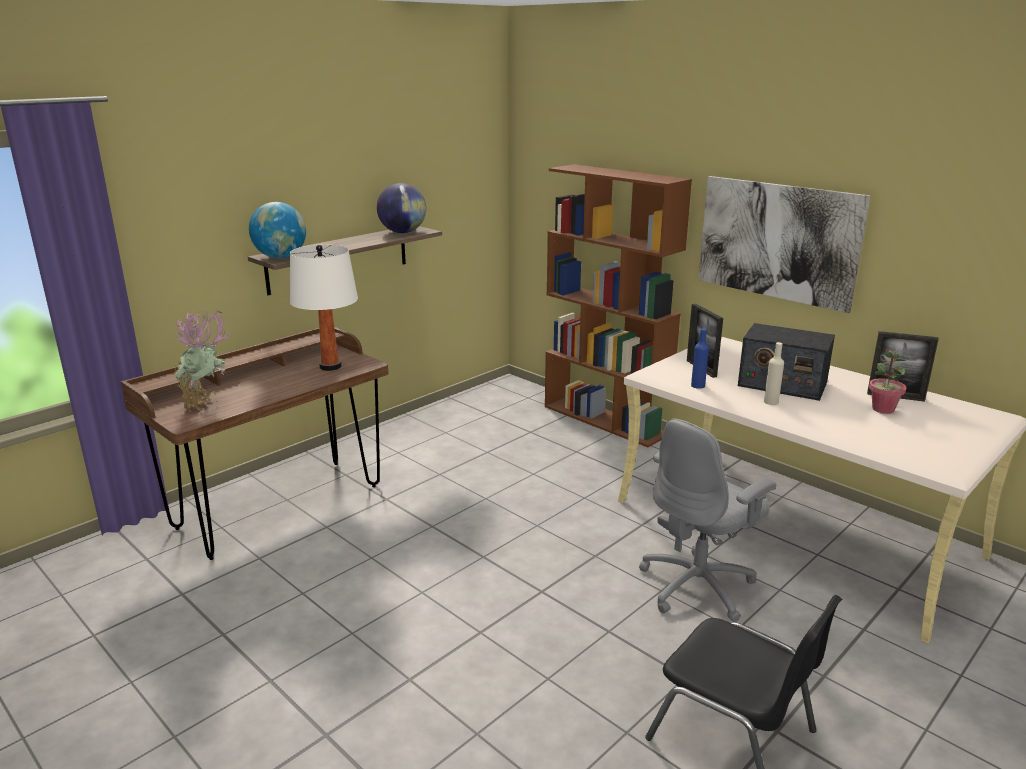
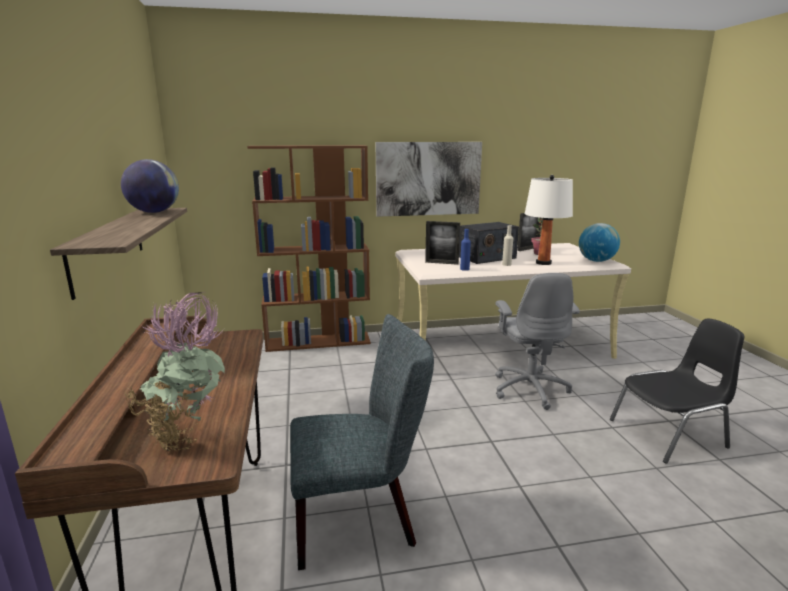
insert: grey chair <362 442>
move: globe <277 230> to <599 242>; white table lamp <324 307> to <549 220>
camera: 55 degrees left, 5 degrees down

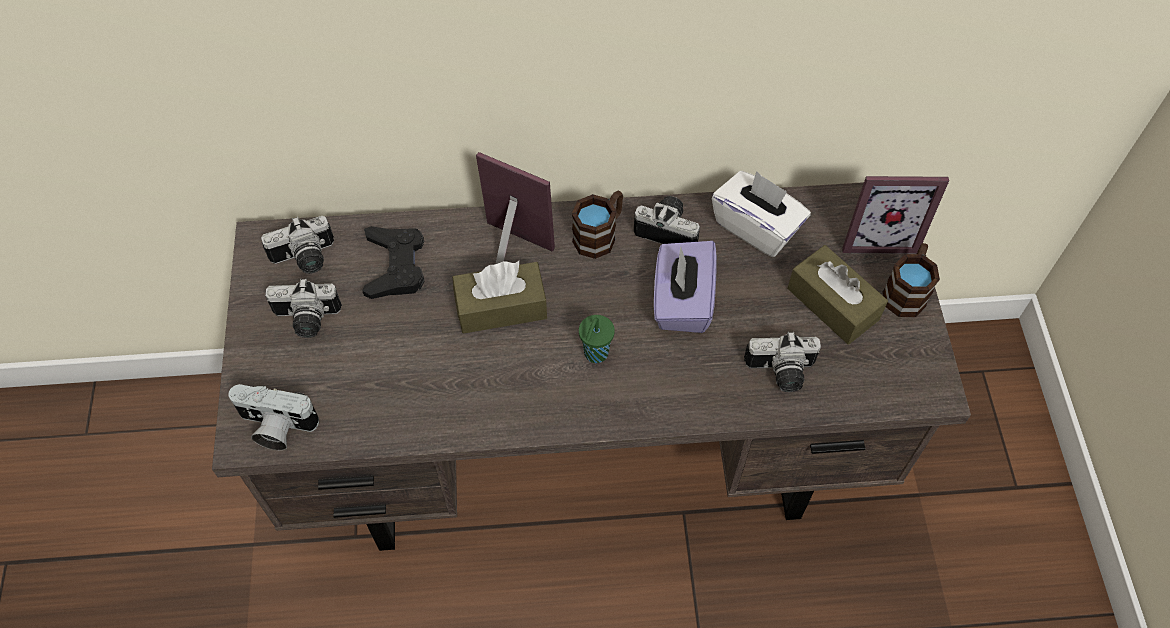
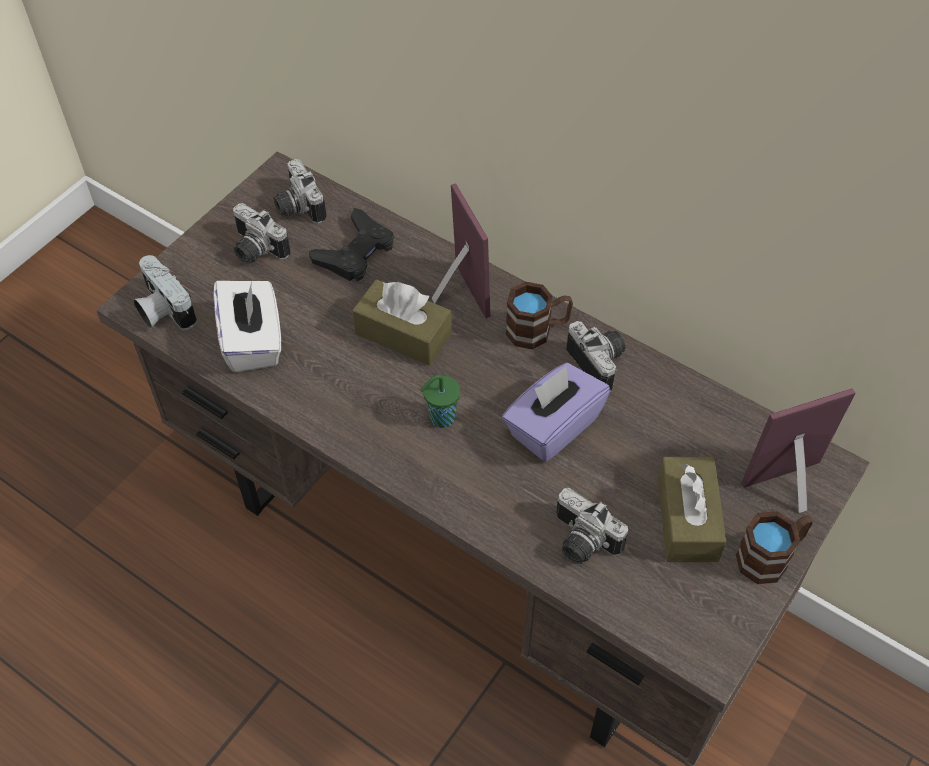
move: white tissue box <761 214> to <247 326>
rotate: photo camera <297 245> = <299 191> 45 degrees clockwise; picture frame <895 215> = <798 450> 120 degrees clockwise
camera: 40 degrees right, 5 degrees down

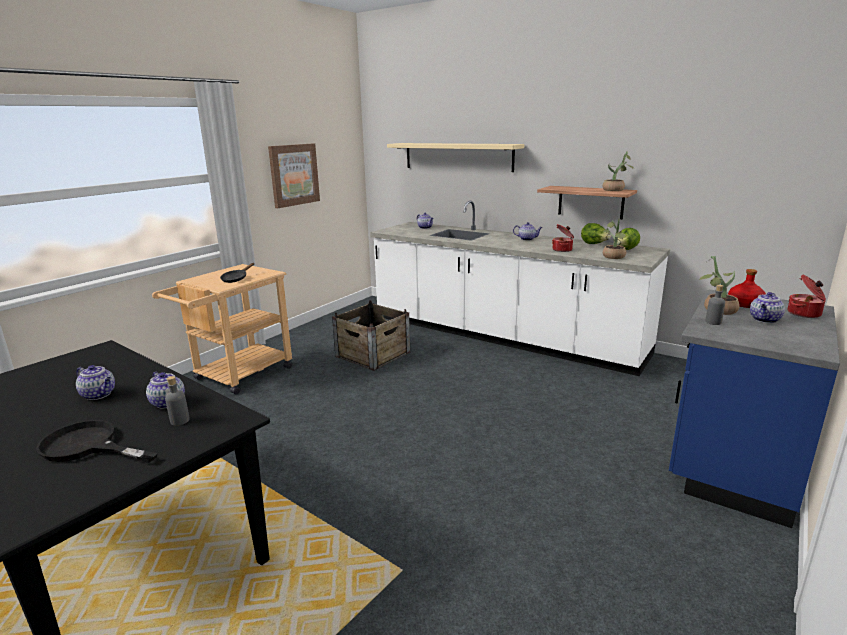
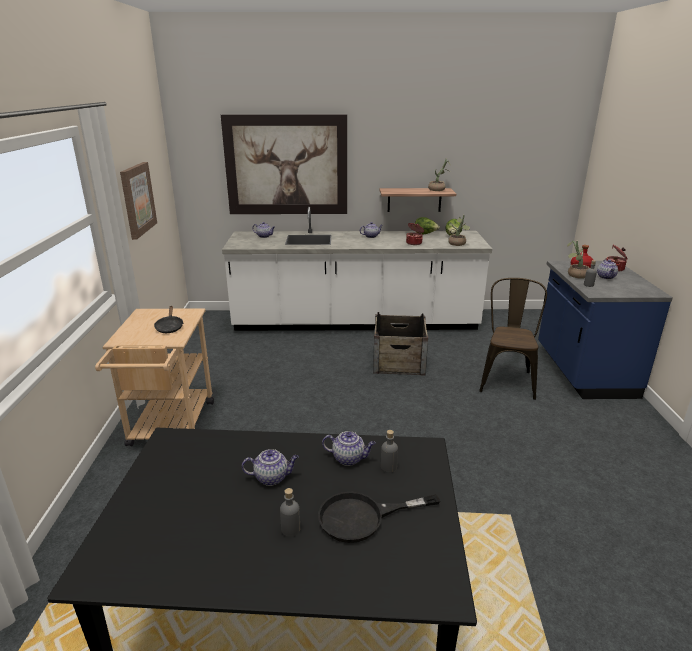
insert: grey bottle <290 512>; brown chair <513 339>
move: crate <371 335> to <400 343>
replace: beige shelf <455 157> to picture <284 164>
camera: 35 degrees left, 5 degrees up

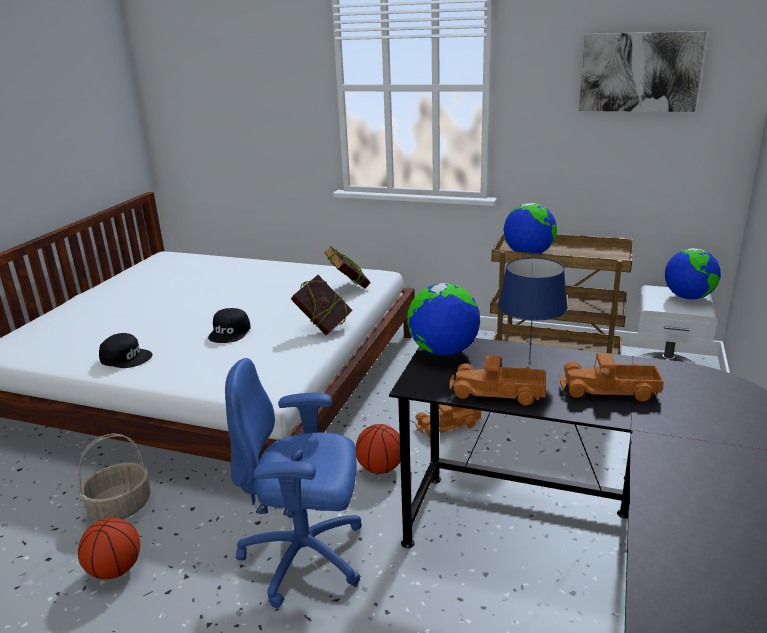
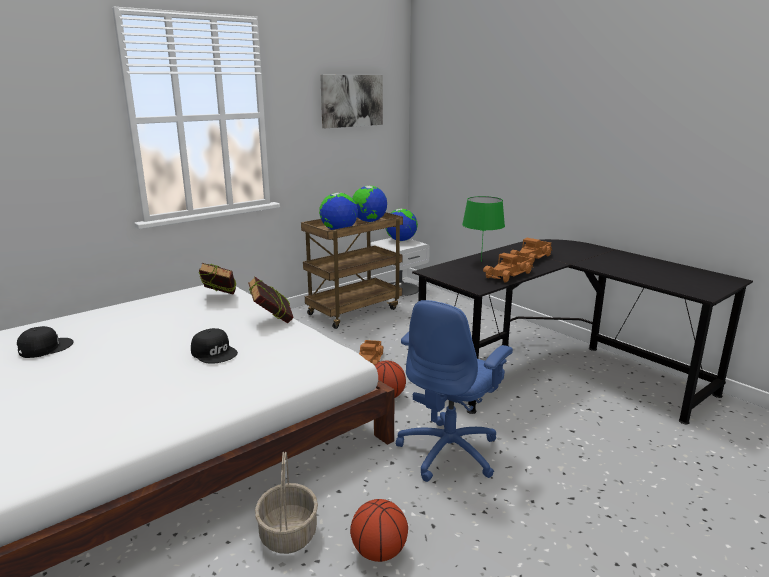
move: black cap <126 350> to <45 342>; globe <443 319> to <369 203>
recolor: blue table lamp <533 308> to green table lamp <483 229>
camera: 60 degrees left, 5 degrees down

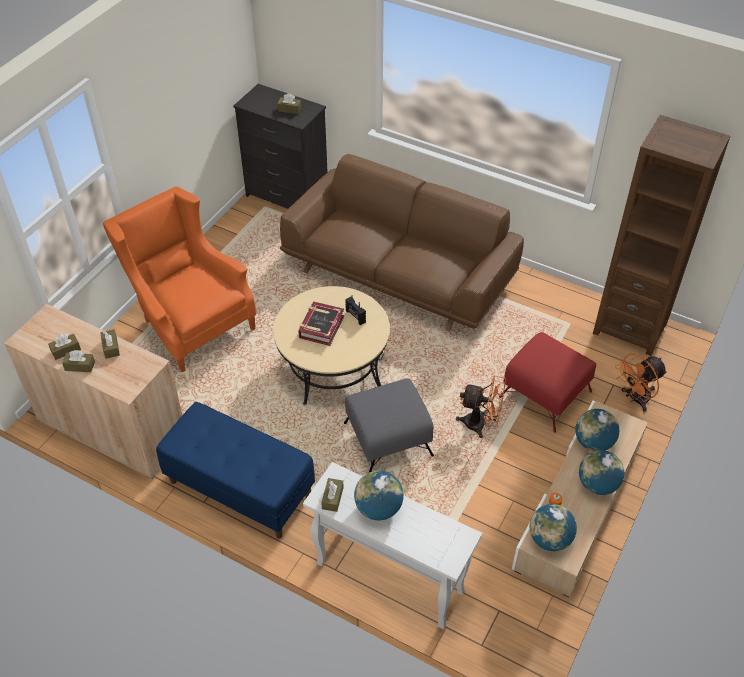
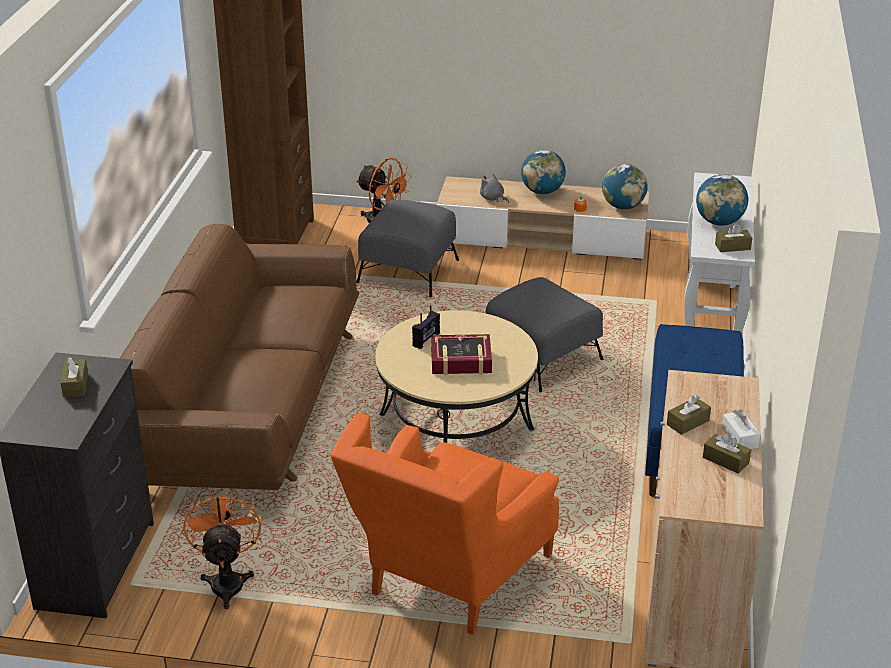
move: orange fan <481 407> to <222 549>
replace: globe <597 430> to grey plush toy <494 188>
recolor: brown tissue box <78 361> to white tissue box <741 429>; red ottoman <547 382> to grey ottoman <408 249>
camera: 110 degrees left, 15 degrees down

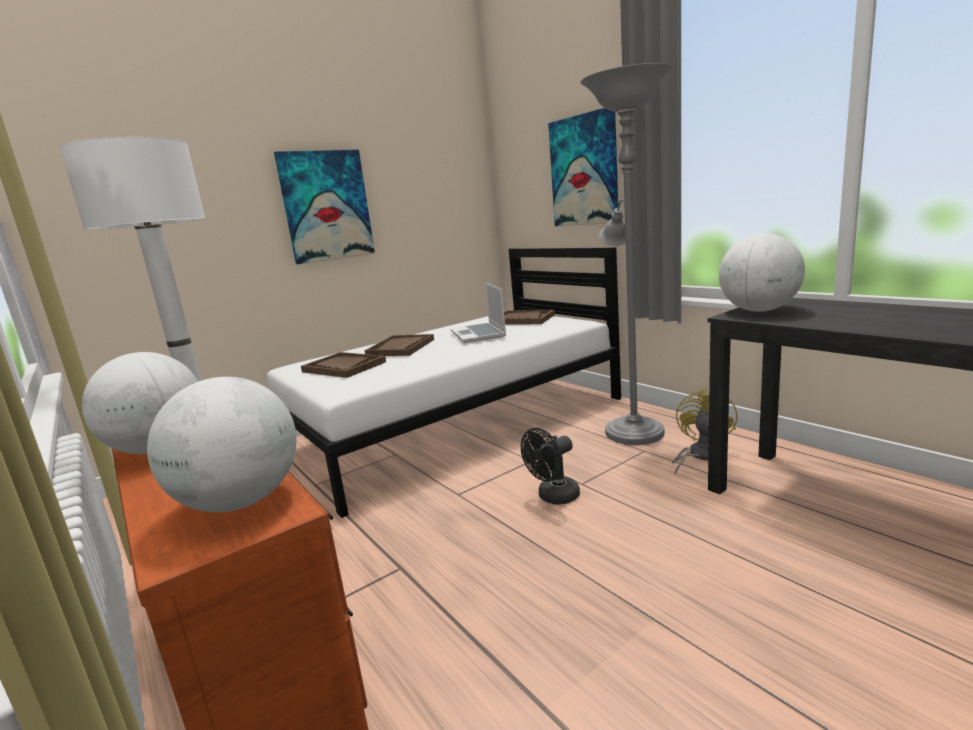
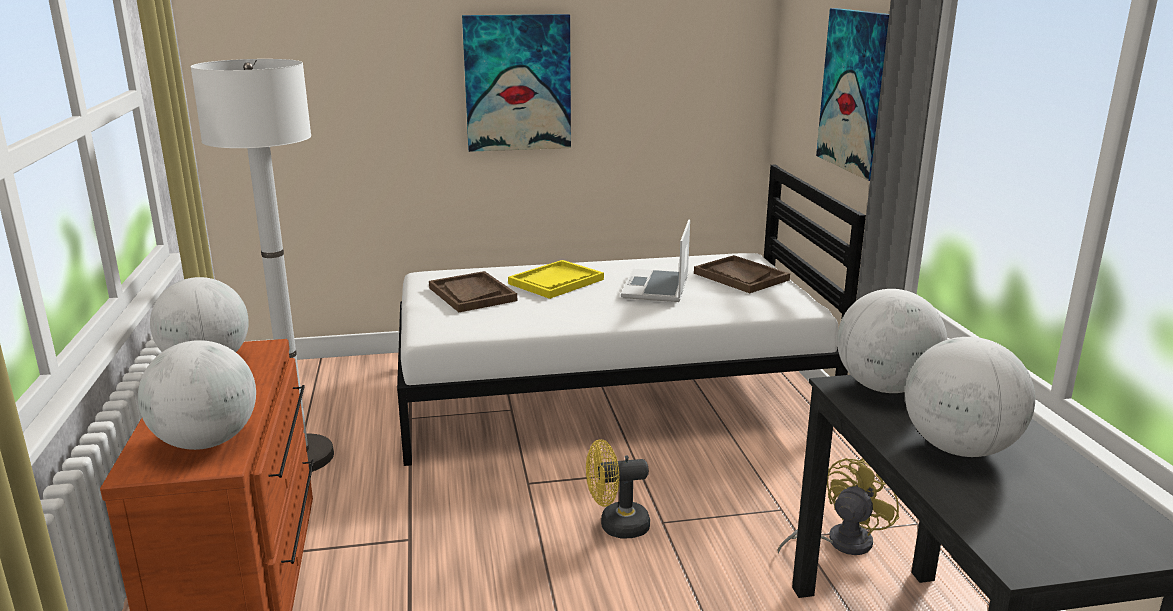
delete: grey floor lamp <626 254>
insert: globe <970 397>
recolor: brown tray <399 345> to yellow tray <556 279>; black fan <550 466> to yellow fan <618 489>
camera: 25 degrees right, 5 degrees up

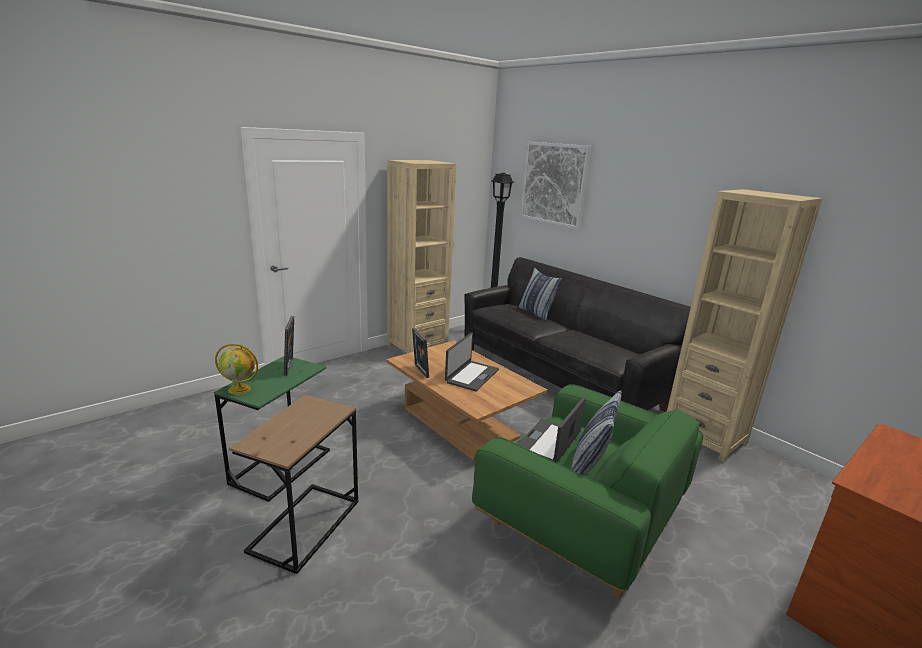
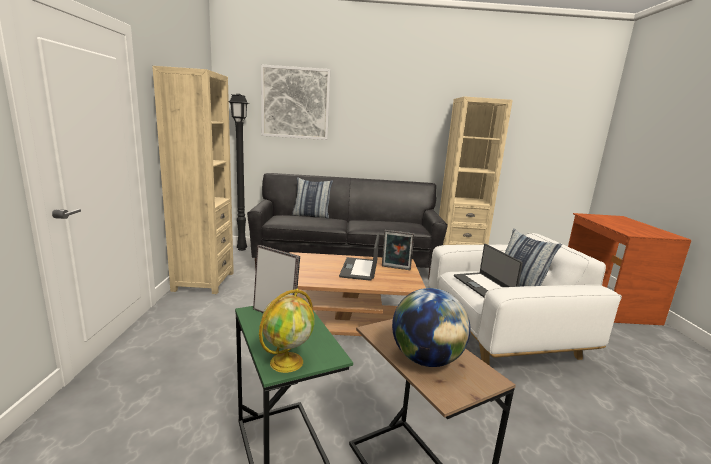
insert: globe <431 327>
move: picture frame <420 353> to <398 250>
recolor: green armchair <587 491> to white armchair <525 299>
rotate: laptop <472 361> = <359 257> 150 degrees counterclockwise
camera: 50 degrees left, 5 degrees down

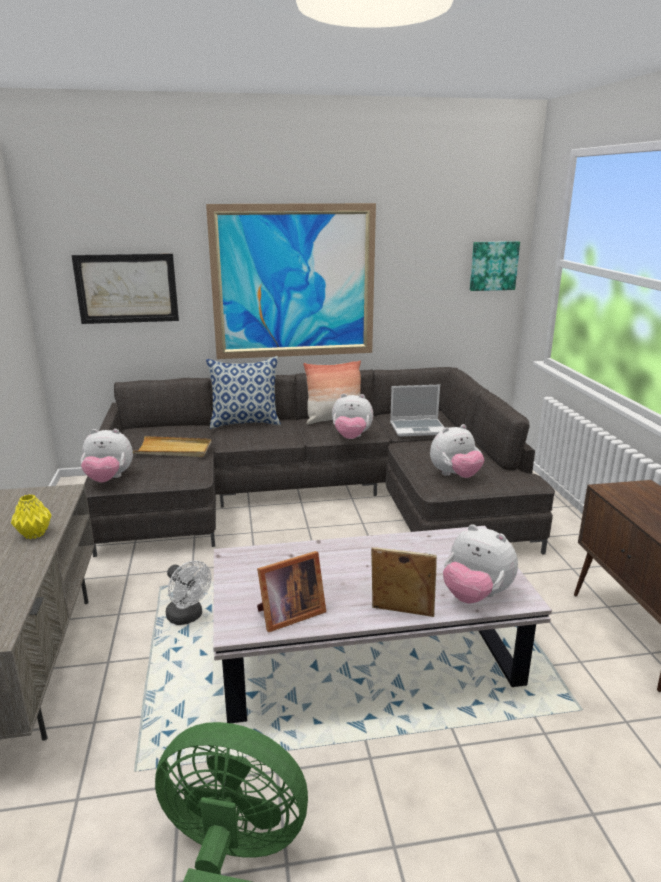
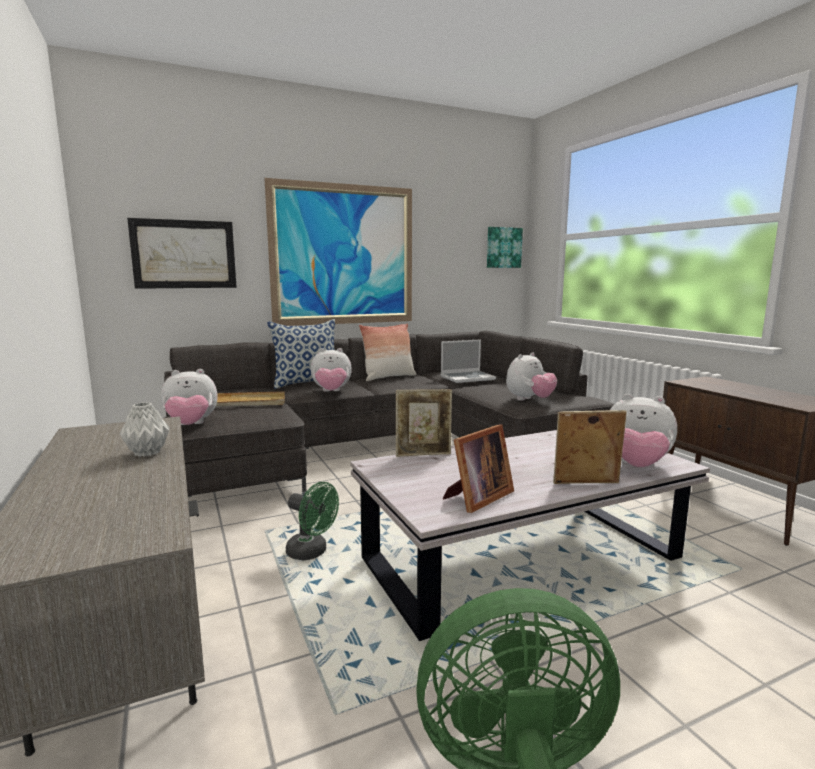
insert: picture frame <424 423>
move: plush toy <352 416> to <331 370>
recolor: yellow vase <31 516> to grey vase <145 429>; white fan <188 592> to green fan <312 521>
camera: 15 degrees left, 10 degrees down

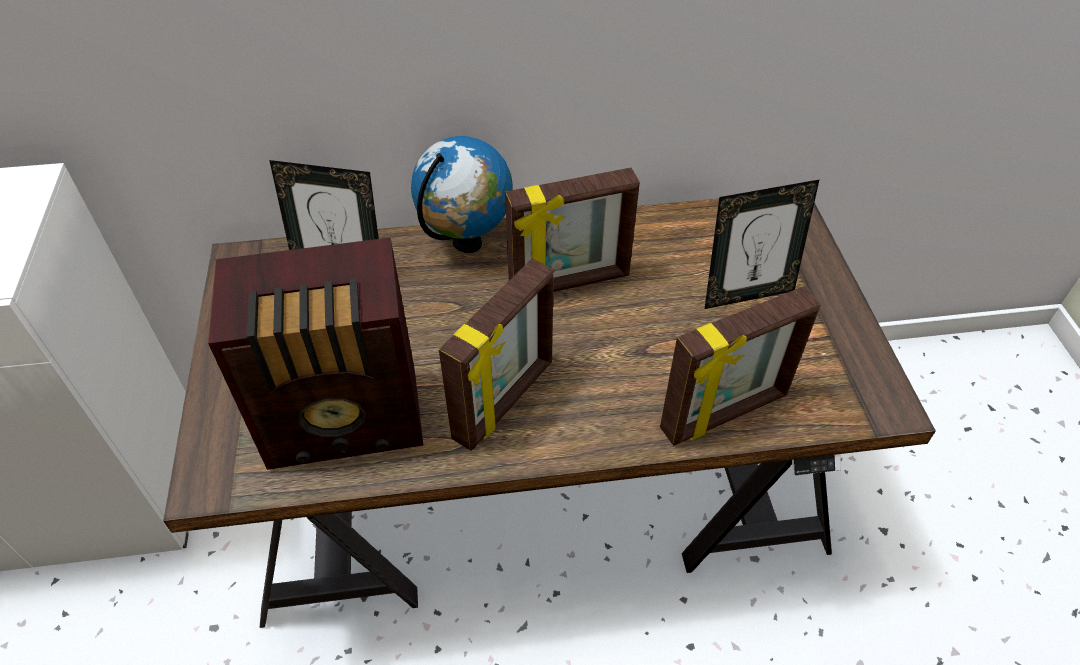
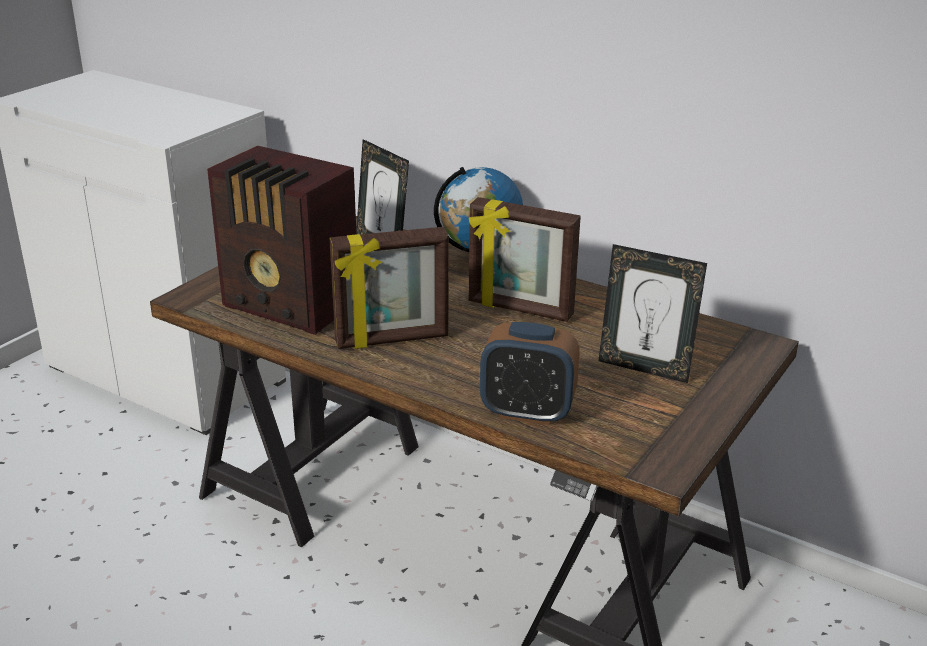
replace: picture frame <740 366> to alarm clock <530 373>
camera: 40 degrees right, 20 degrees down

